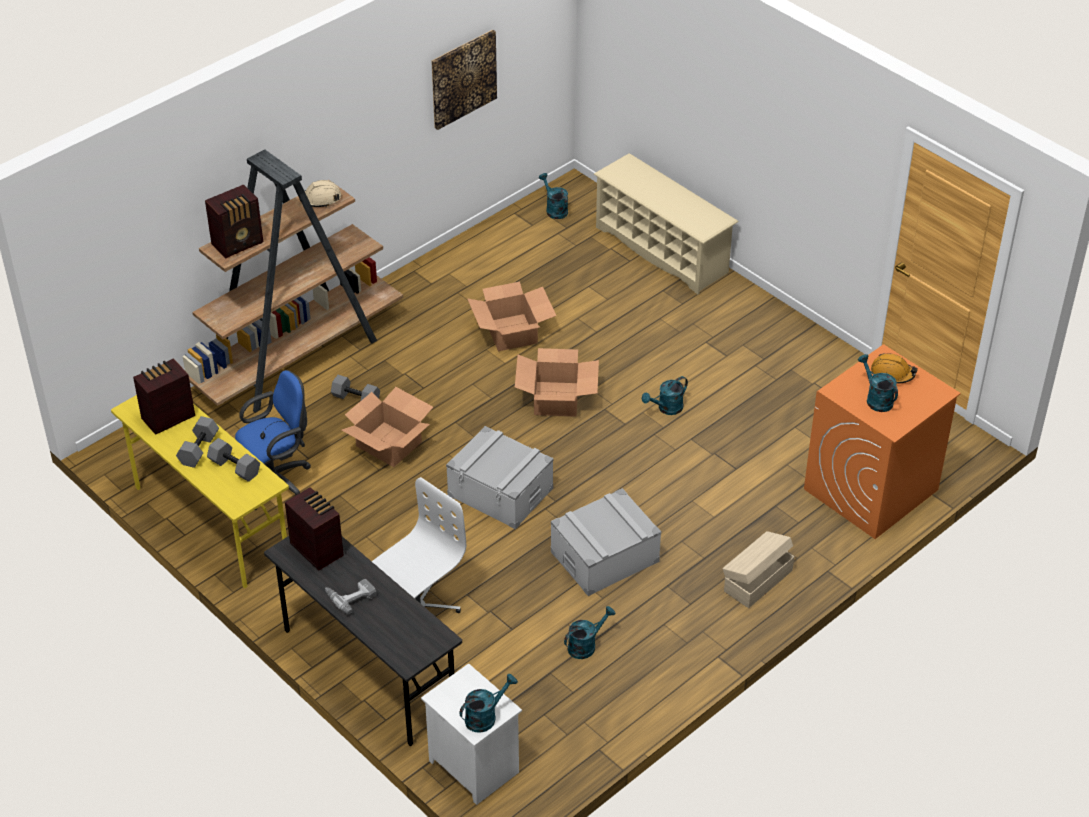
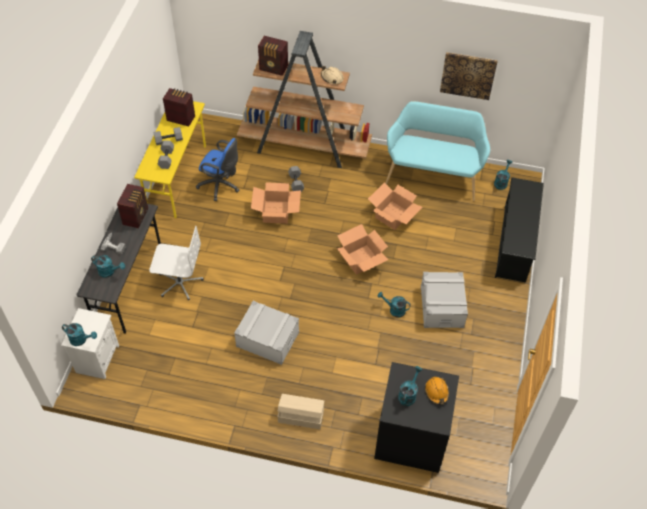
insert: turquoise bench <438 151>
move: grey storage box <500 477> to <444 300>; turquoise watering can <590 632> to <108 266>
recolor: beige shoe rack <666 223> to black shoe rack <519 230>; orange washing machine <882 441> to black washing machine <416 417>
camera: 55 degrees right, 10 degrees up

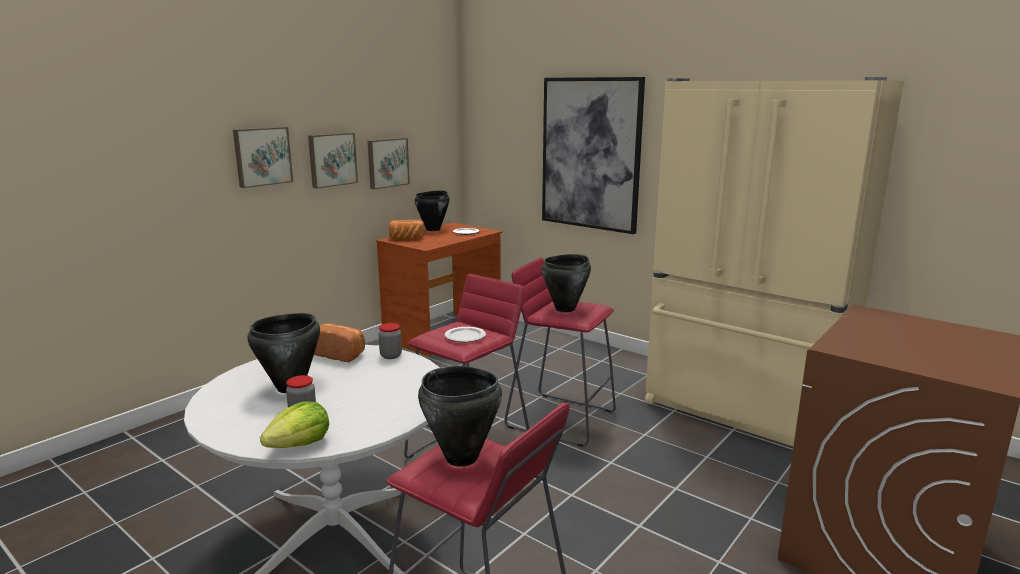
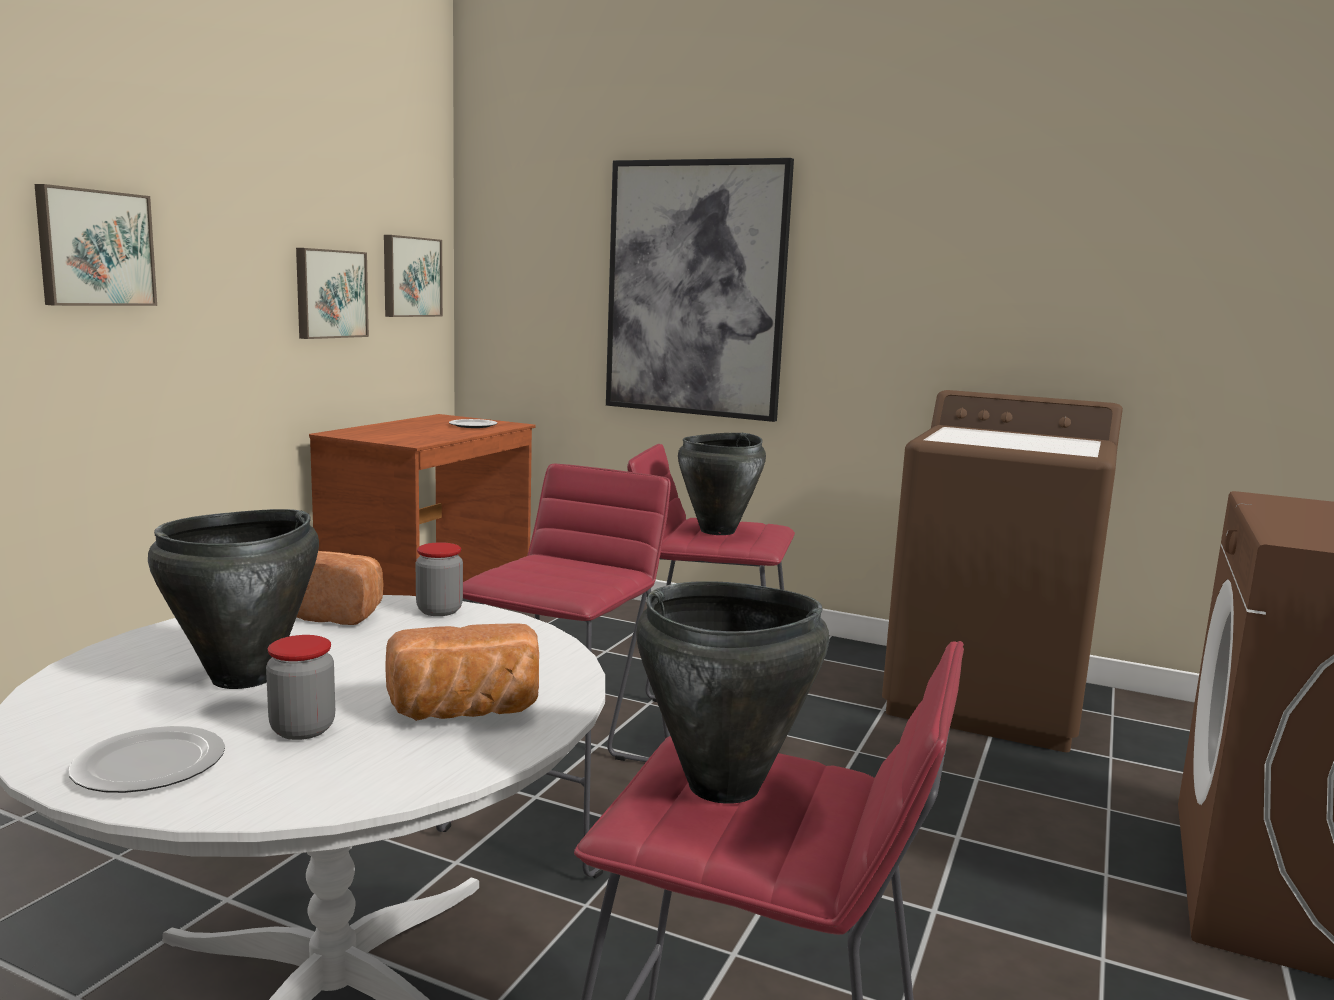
delete: lettuce <294 424>; black cooking pot <432 210>
move: picture <333 161> to <413 276>; bread <407 229> to <462 672>; plate <465 334> to <146 759>
replace: beige fridge <774 261> to brown washing machine <1002 571>
camera: 15 degrees left, 5 degrees down

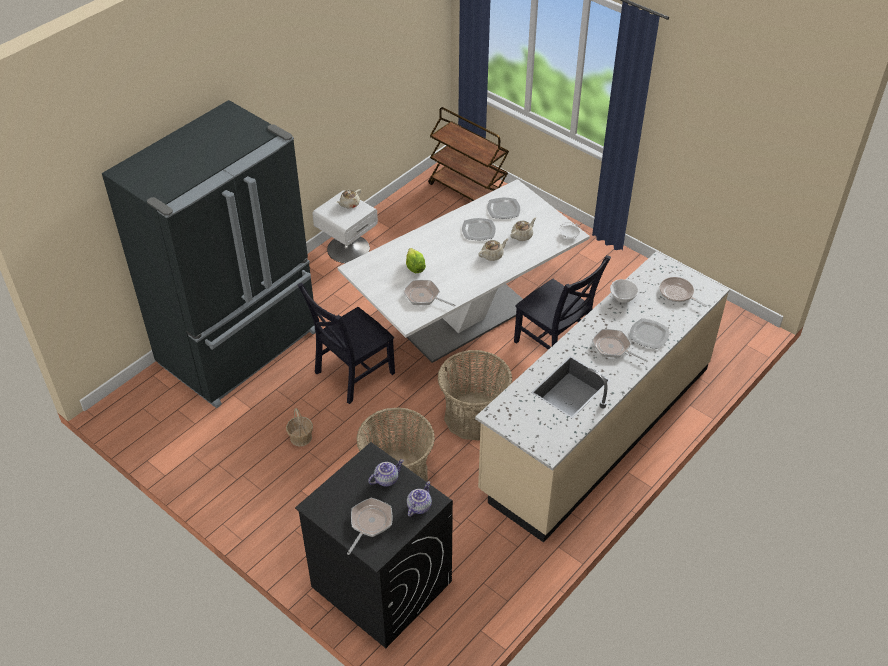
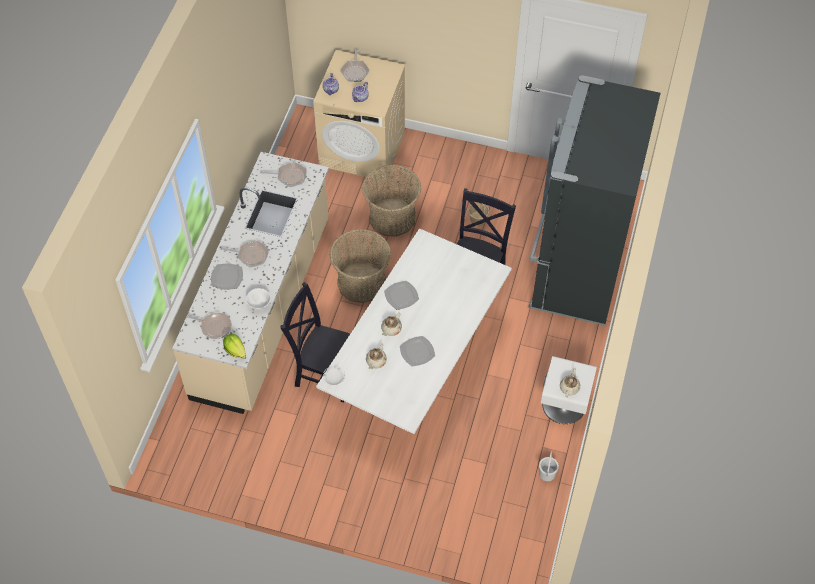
delete: brown cart <468 154>
insert: white bucket <549 466>
move: frying pan <429 293> to <283 174>; lettuce <416 260> to <234 346>; plate <503 208> to <401 295>
recolor: black washing machine <374 545> to beige washing machine <359 115>
camera: 155 degrees right, 10 degrees up

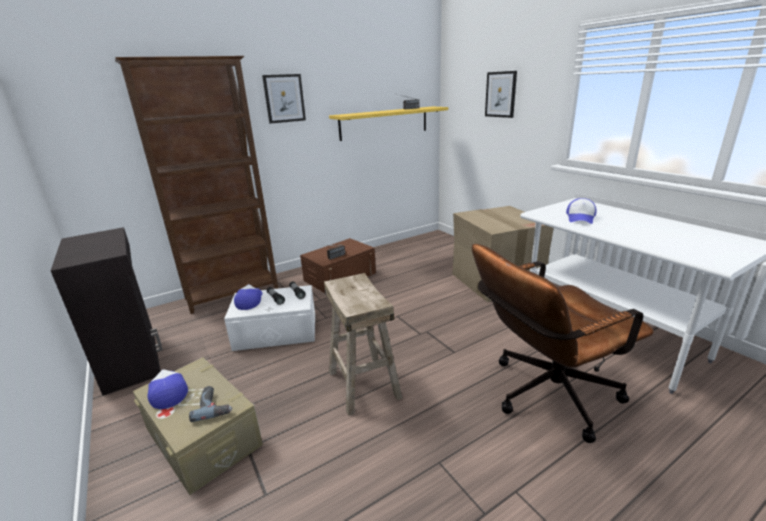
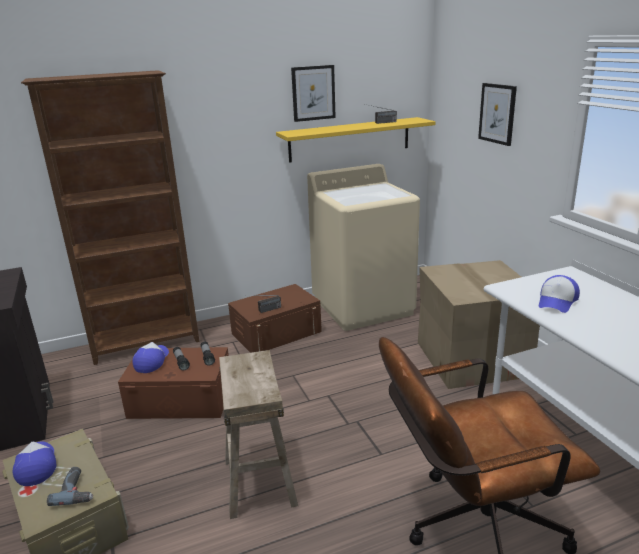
insert: beige washing machine <363 247>
move: picture <284 99> to <313 93>
recolor: white storage box <269 318> to brown storage box <173 383>
camera: 10 degrees right, 0 degrees up

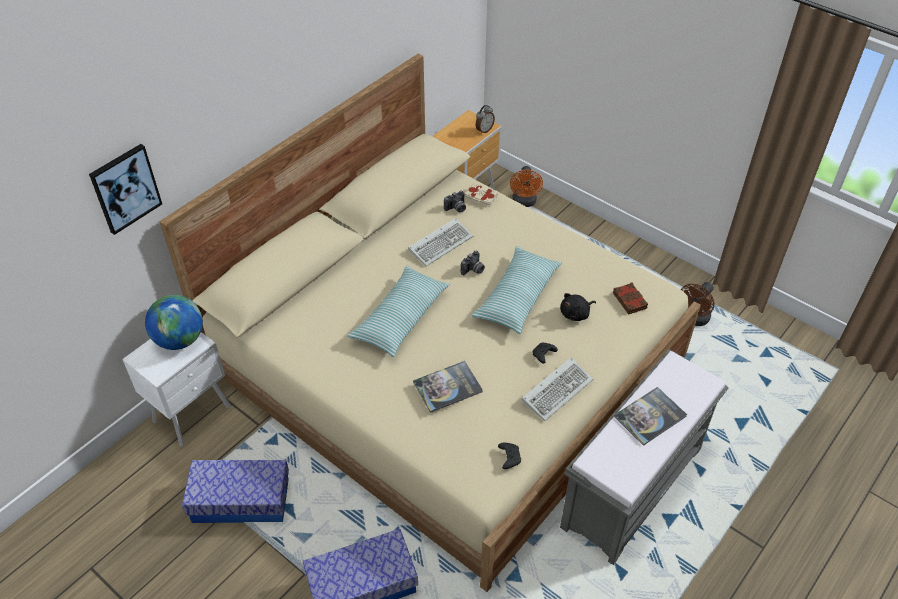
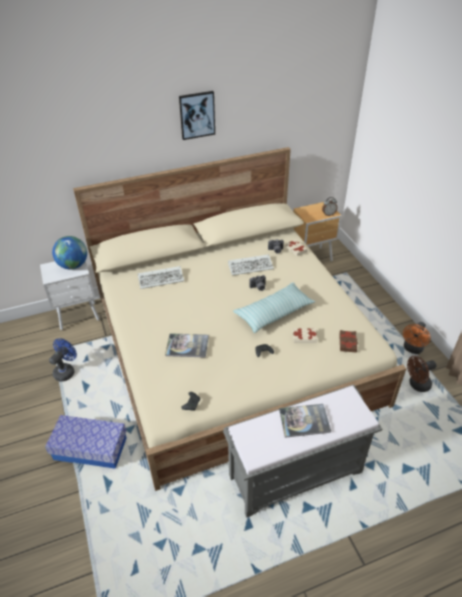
delete: pillow <399 311>
move: picture <125 189> to <197 115>; orange fan <526 186> to <417 338>; keyboard <557 389> to <160 277>
replace: storage box <235 491> to blue fan <63 360>; black plush toy <578 307> to beige book <304 335>
camera: 30 degrees right, 5 degrees down

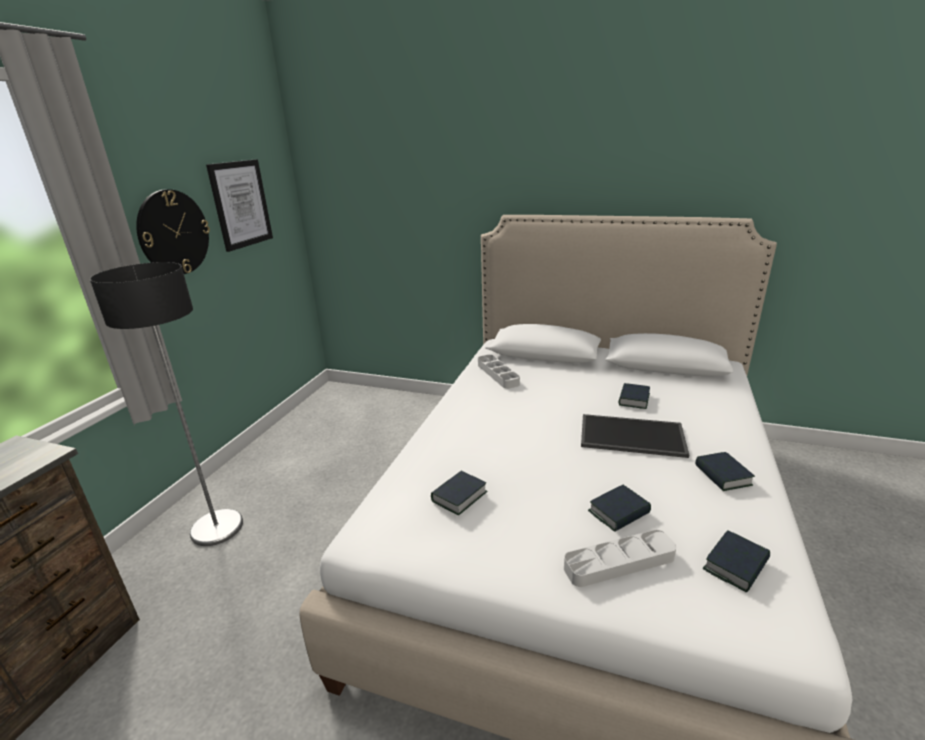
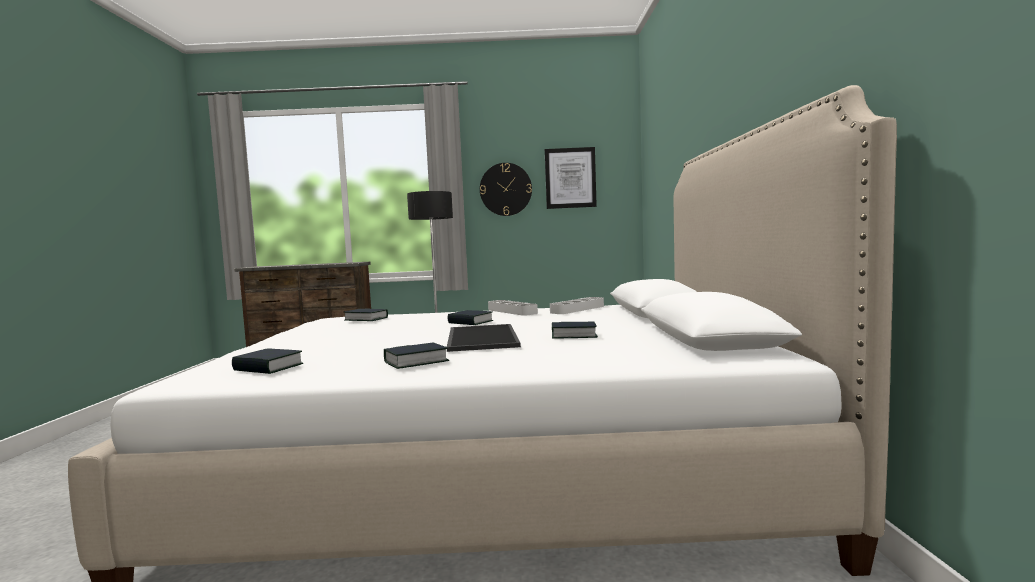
move: grey tray <620 558> to <513 308>; book <619 508> to <470 317>
camera: 70 degrees right, 20 degrees down

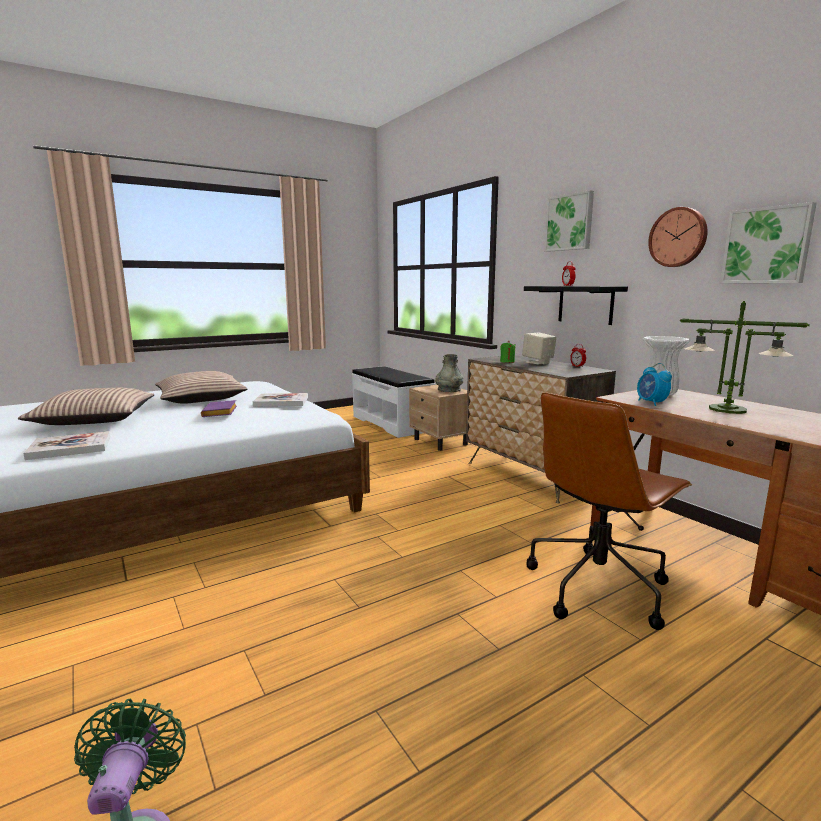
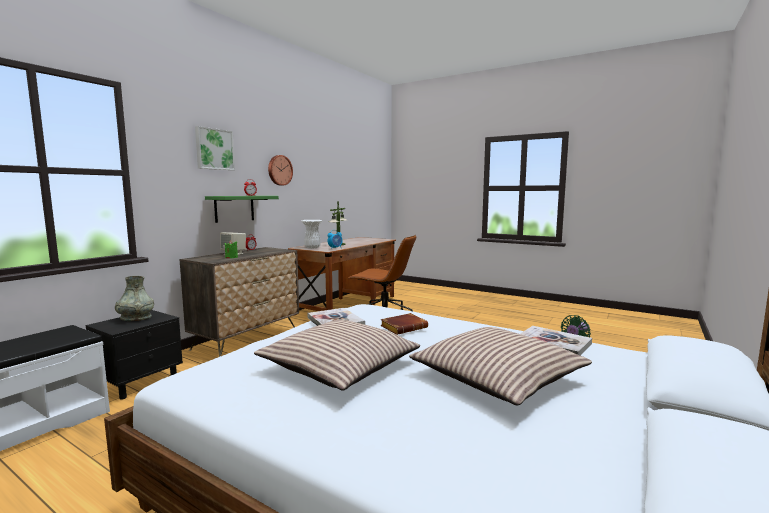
delete: picture <768 242>
recolor: purple book <219 408> to brown book <404 324>; beige nightstand <438 418> to black nightstand <134 355>; black shelf <576 305> to green shelf <242 209>
camera: 115 degrees left, 5 degrees down

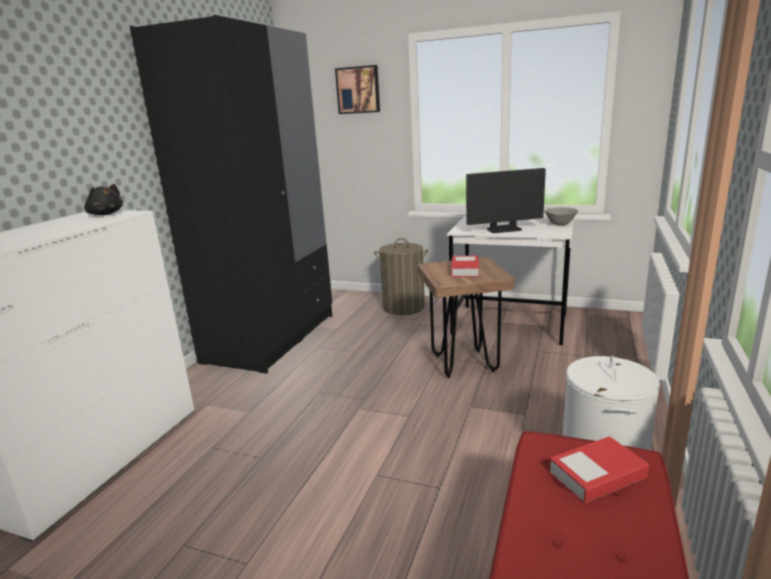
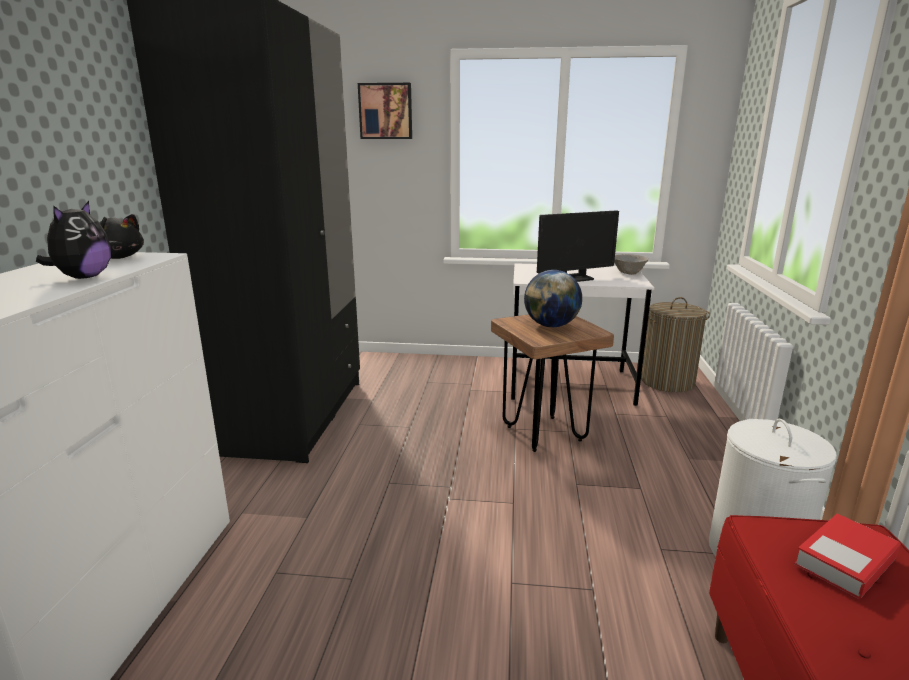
insert: plush toy <73 240>
move: laundry basket <401 276> to <675 344>
replace: book <465 266> to globe <553 298>
camera: 15 degrees left, 0 degrees up

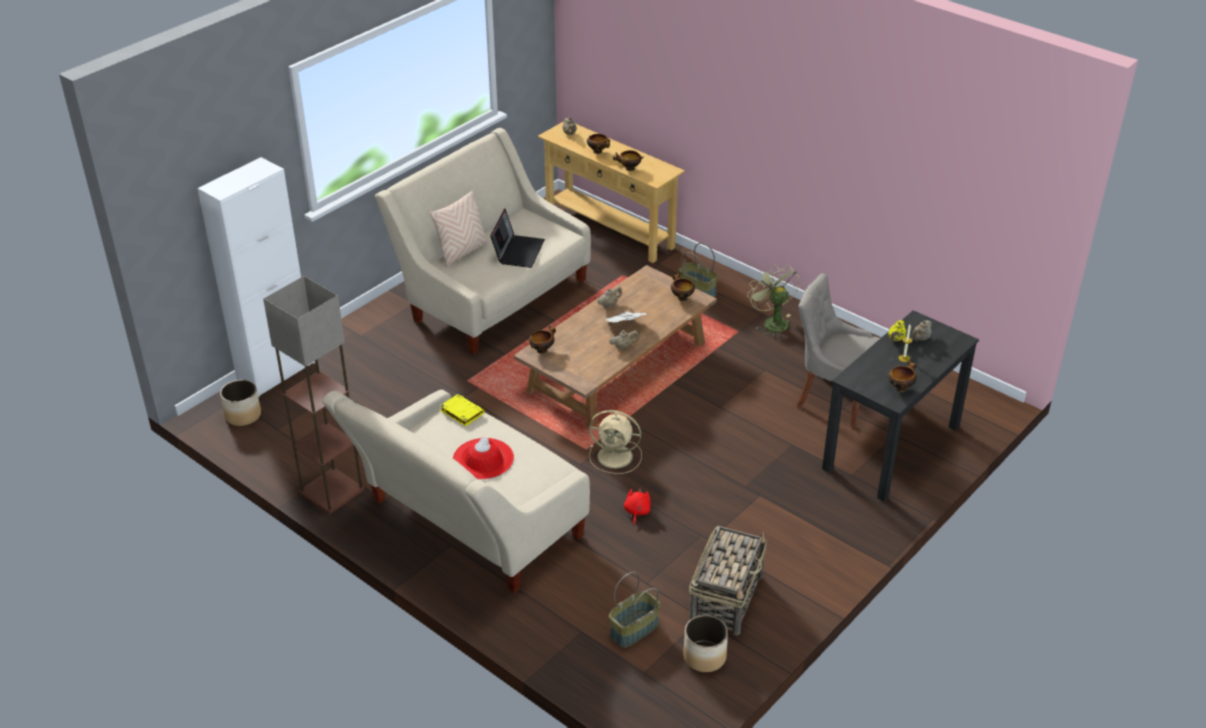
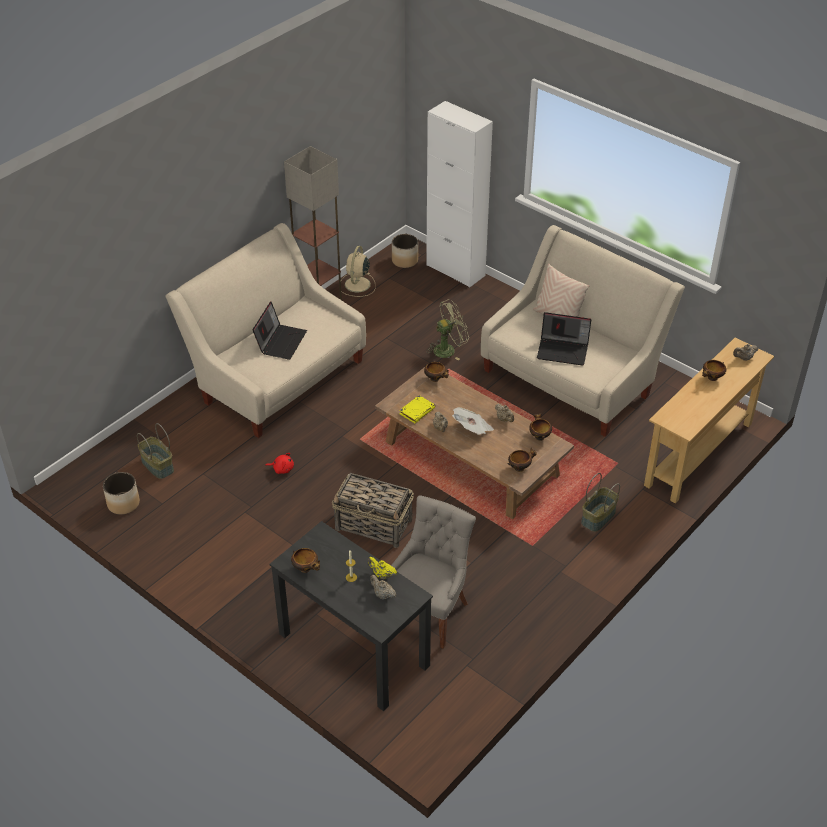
move: yellow book <462 410> to <417 409>; beige fan <615 442> to <358 271>; bowl <628 160> to <540 427>; basket <728 581> to <373 510>; green fan <773 300> to <447 330>
replace: red hat <483 458> to laptop <280 331>
camera: 90 degrees right, 5 degrees up

